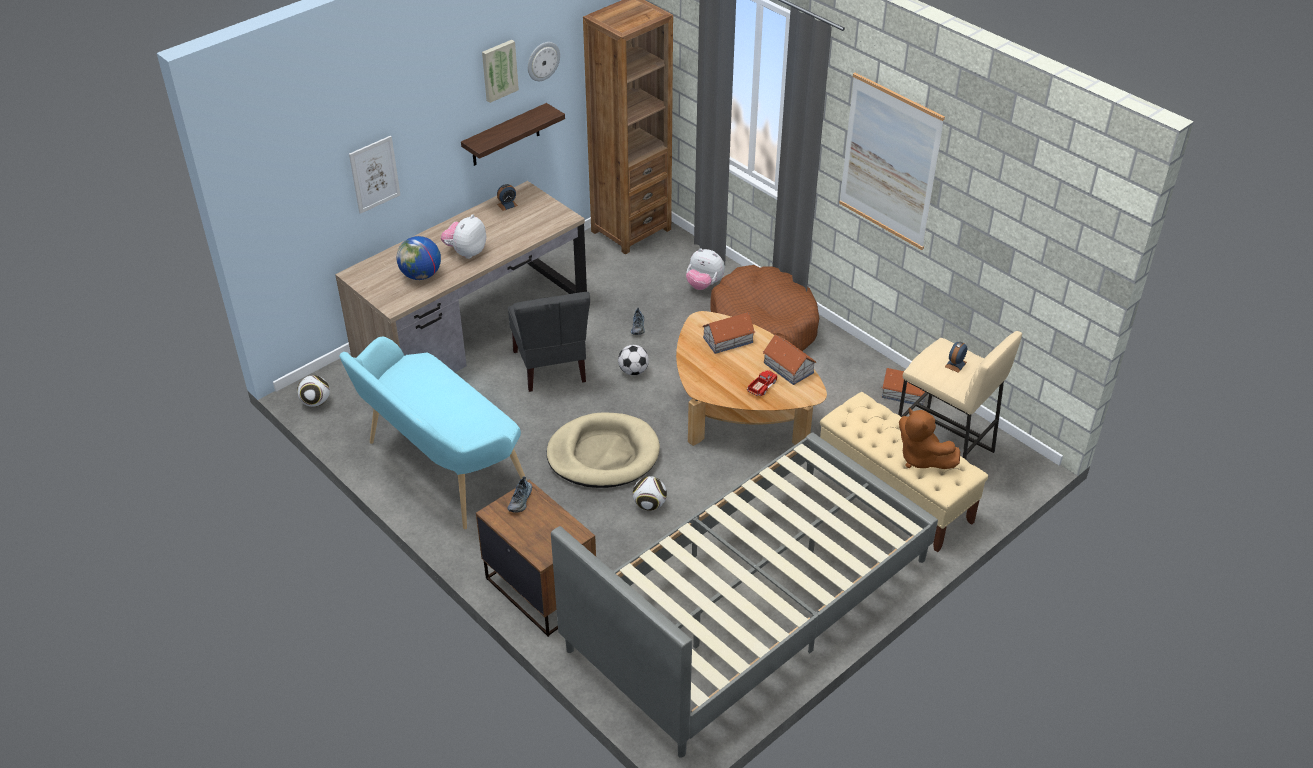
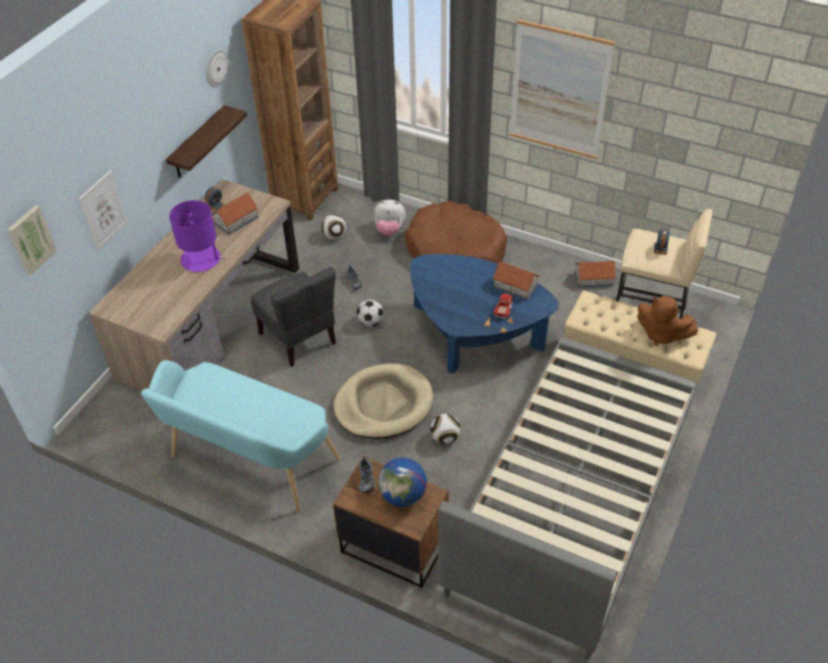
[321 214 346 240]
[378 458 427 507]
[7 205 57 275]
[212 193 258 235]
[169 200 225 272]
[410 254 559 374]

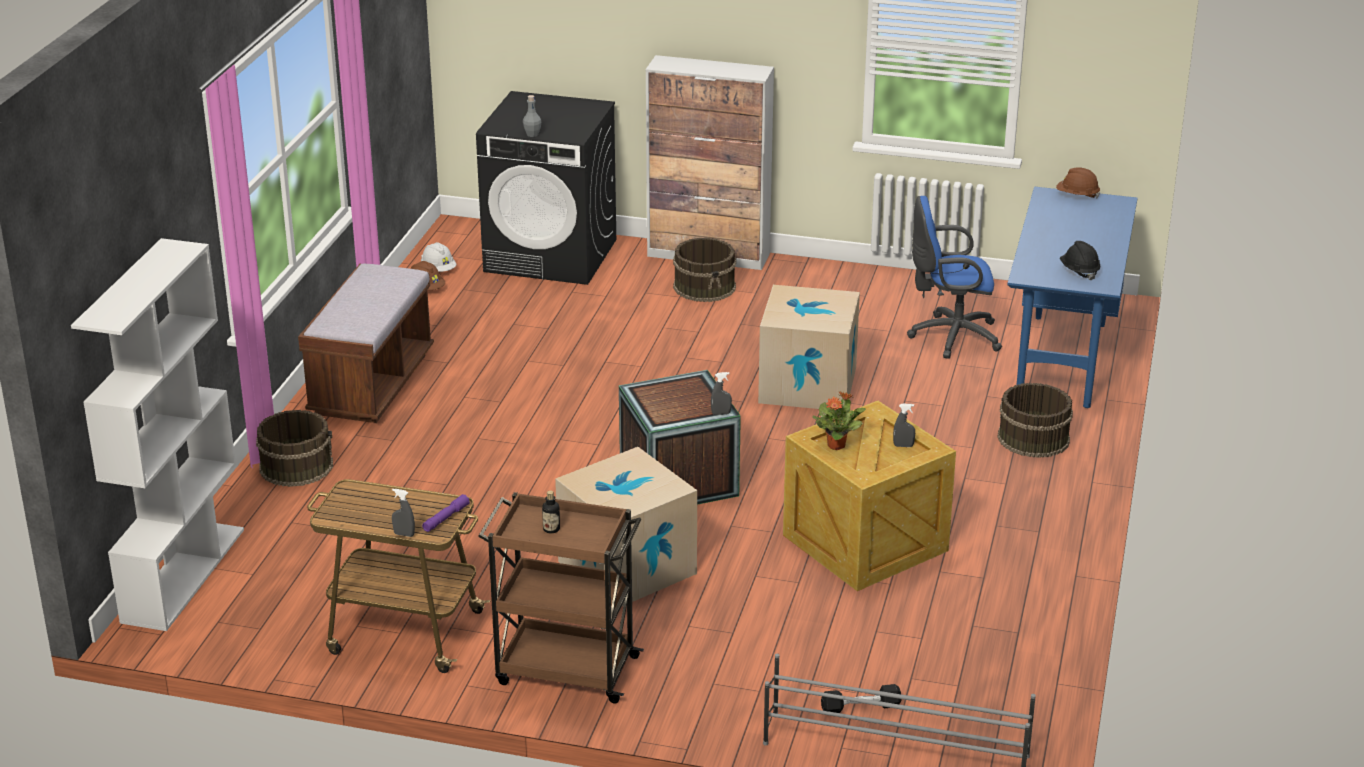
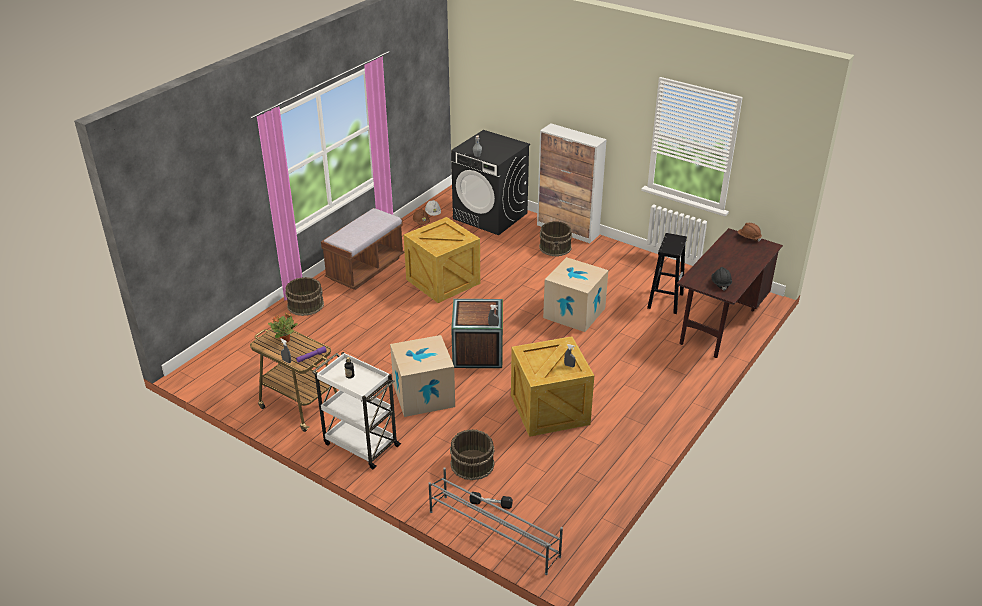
[71 238 244 631] (first image)
[404 217 480 303]
[268 312 298 343]
[450 429 495 480]
[647 233 687 314]
[312 352 401 469]
[677 228 783 358]

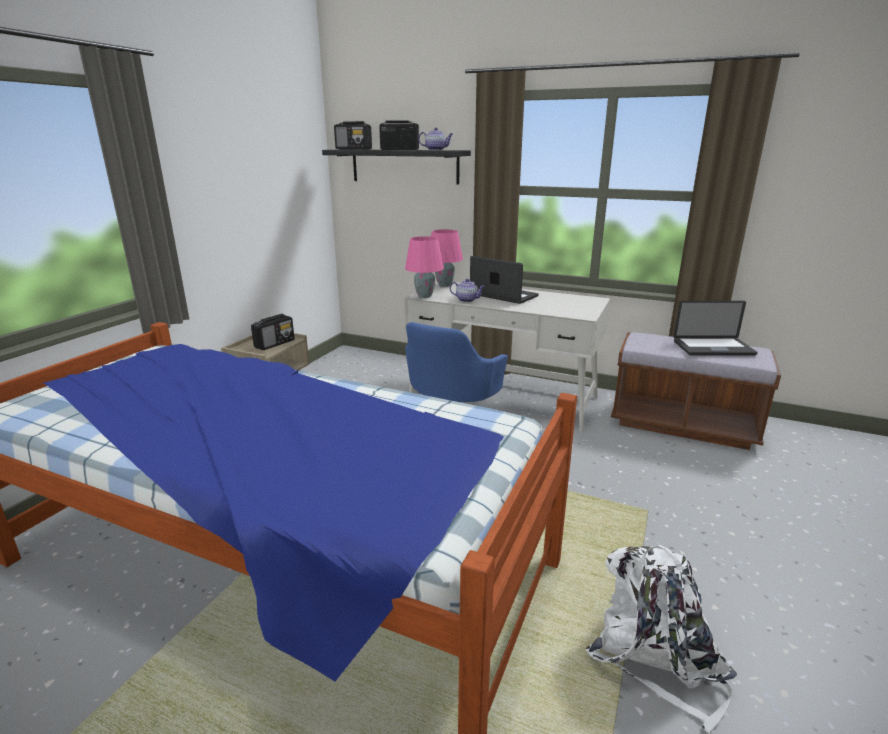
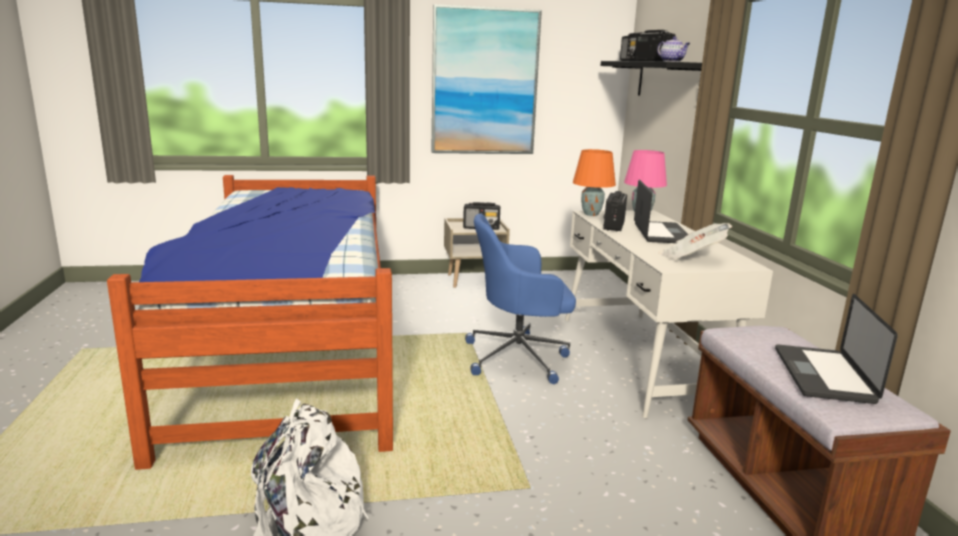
[431 4 542 154]
[659 223 733 259]
[603 191 627 231]
[573 149 616 216]
[775 293 898 404]

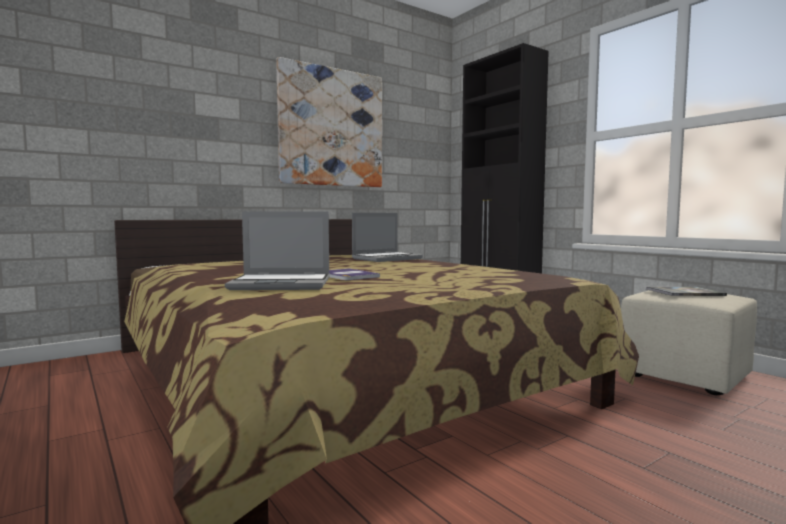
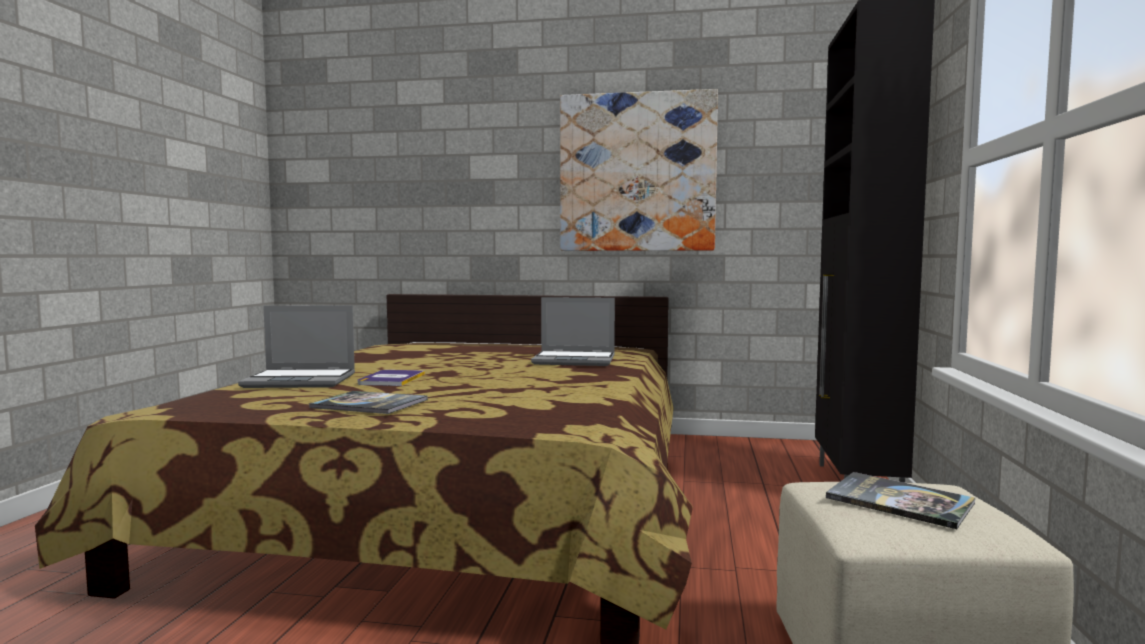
[309 391 428 414]
[238 305 355 388]

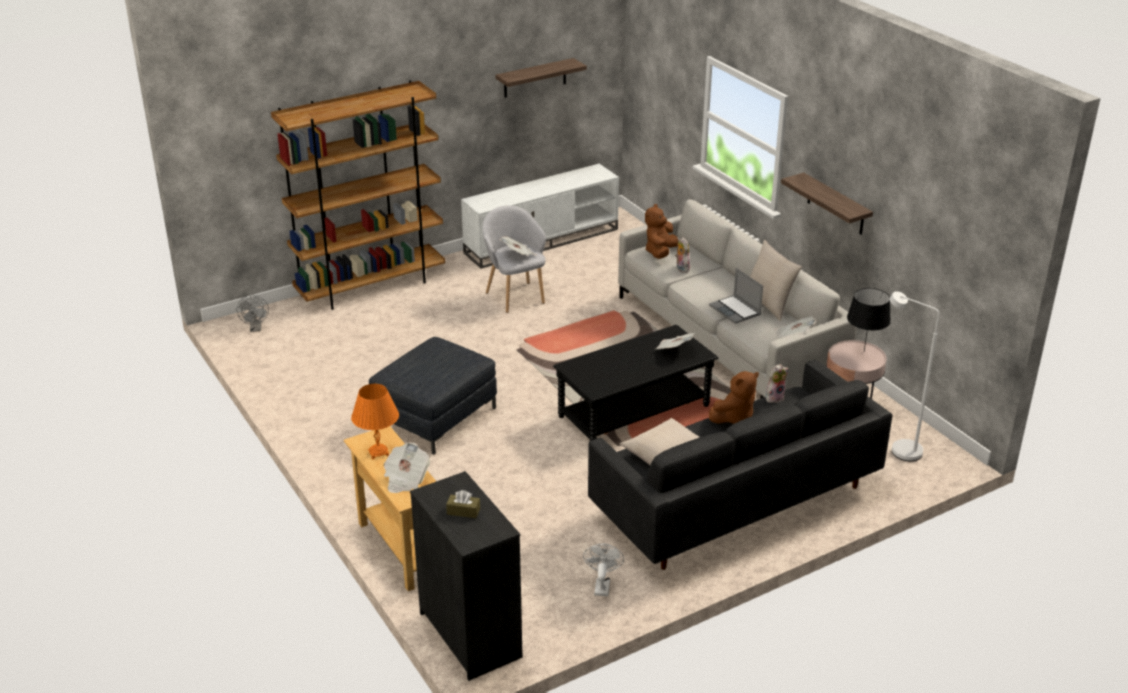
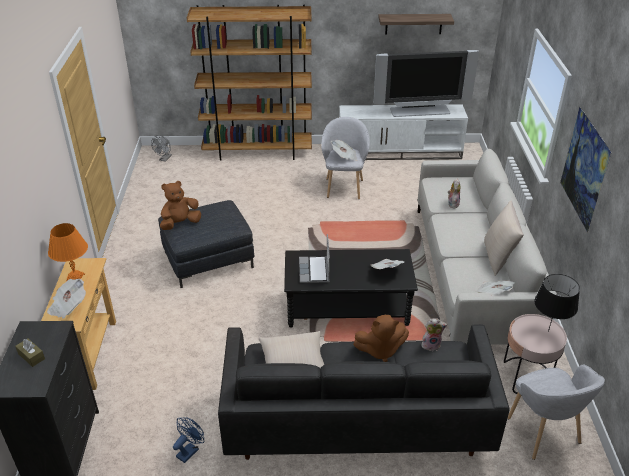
[373 50 479 117]
[160 181 201 230]
[299 234 330 283]
[560 106 612 233]
[508 365 605 460]
[173 417 204 463]

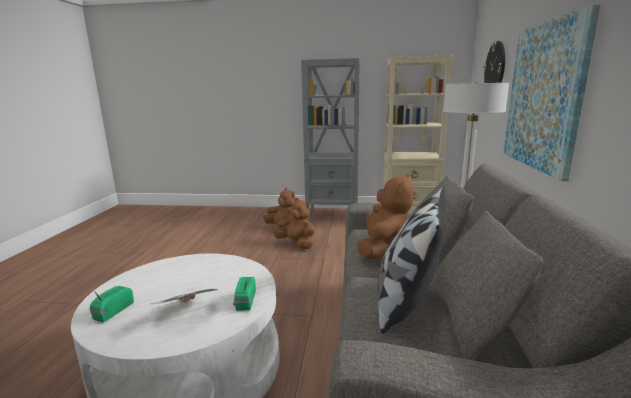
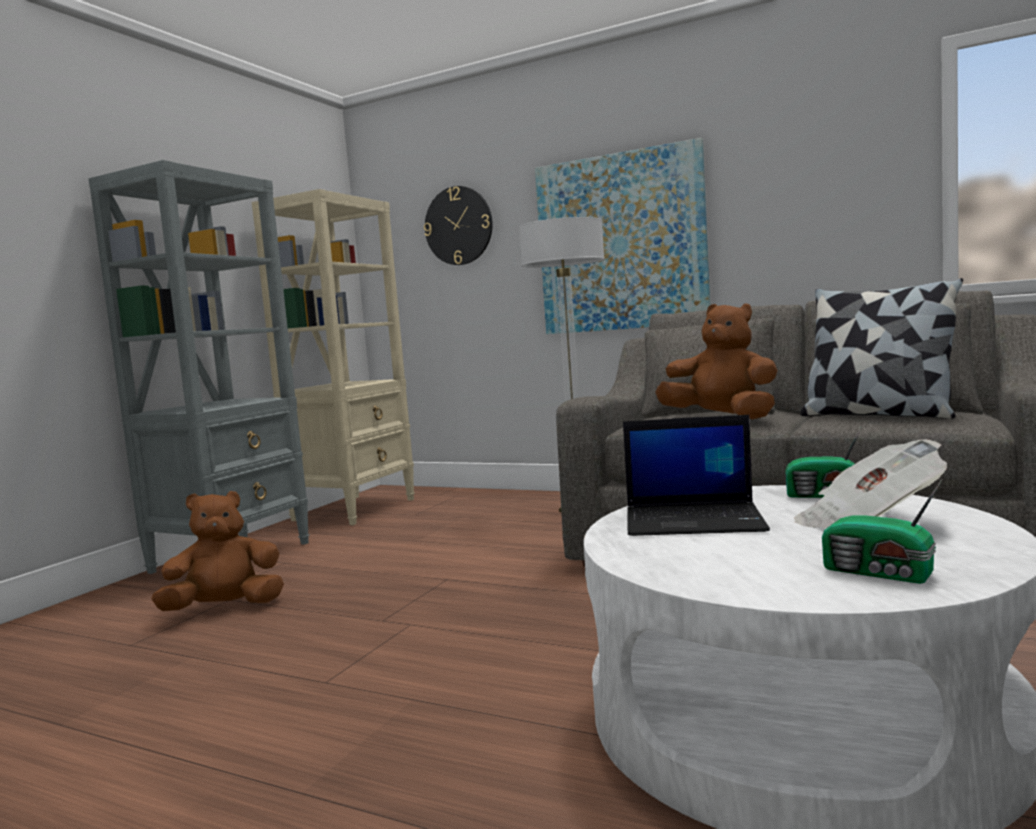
[273 198 315 249] (first image)
[623 415 770 536]

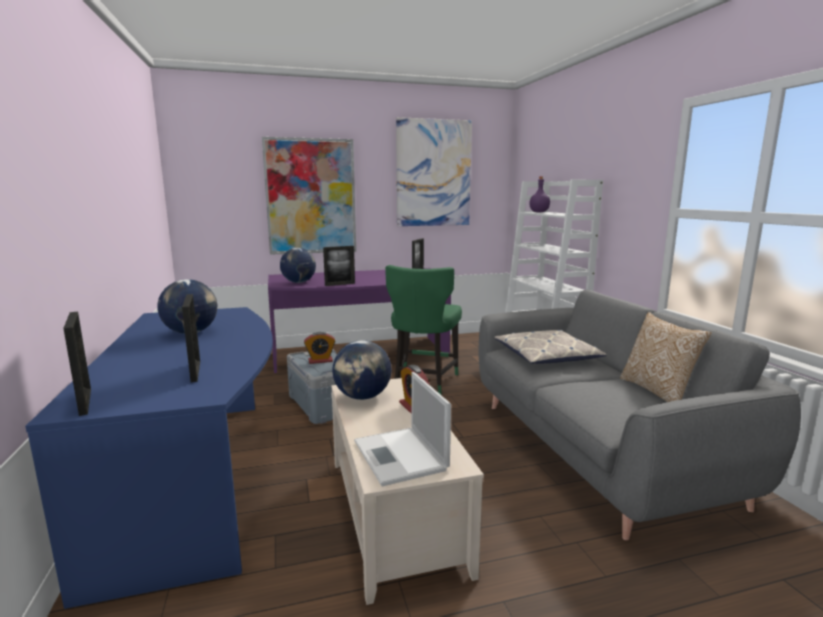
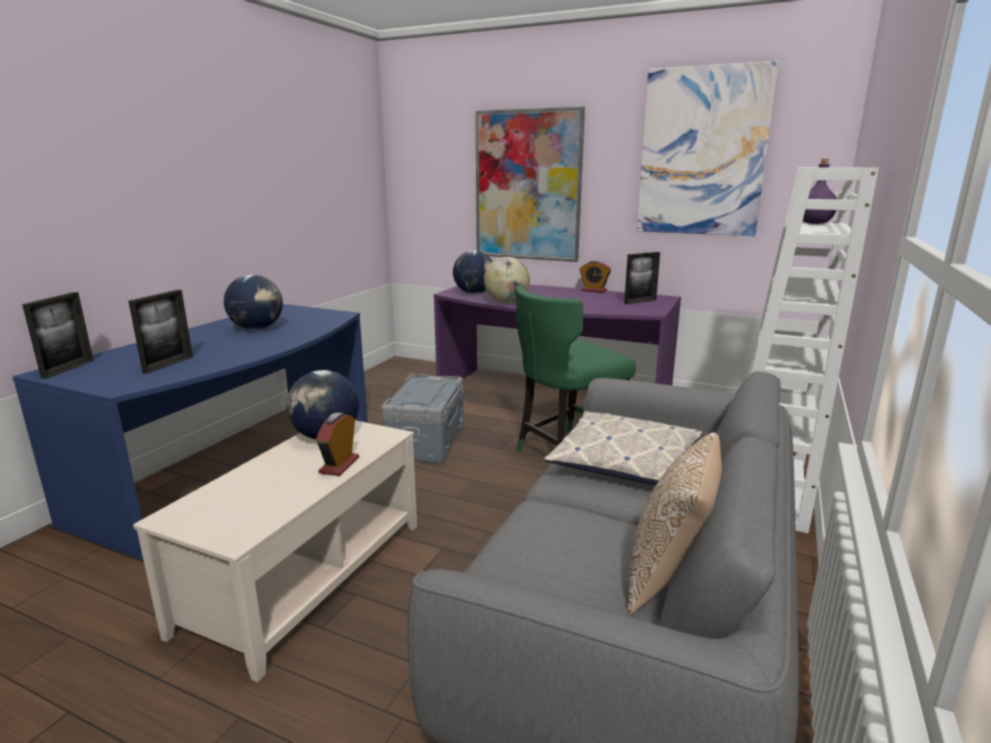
[354 372 451 486] (first image)
[580 261 611 293]
[484 257 530 303]

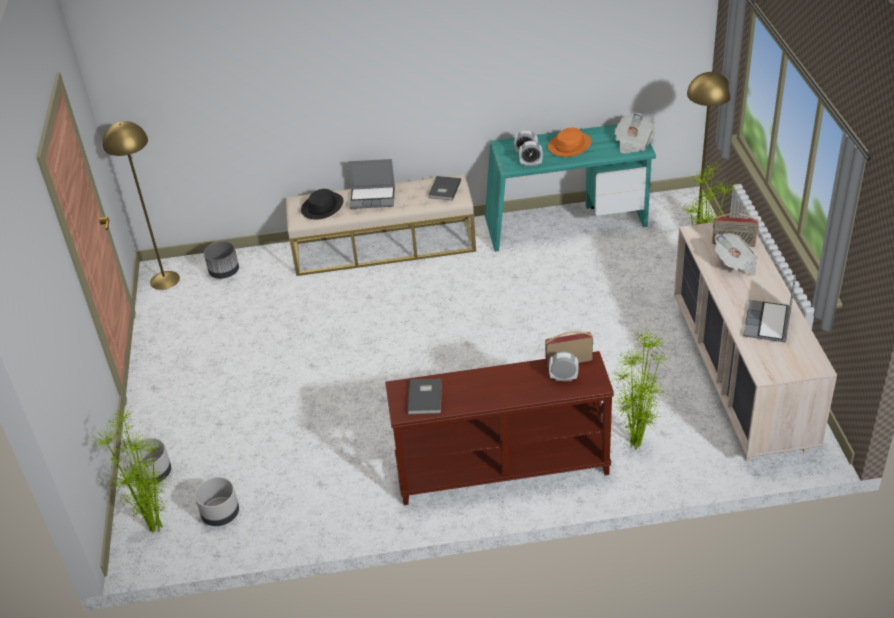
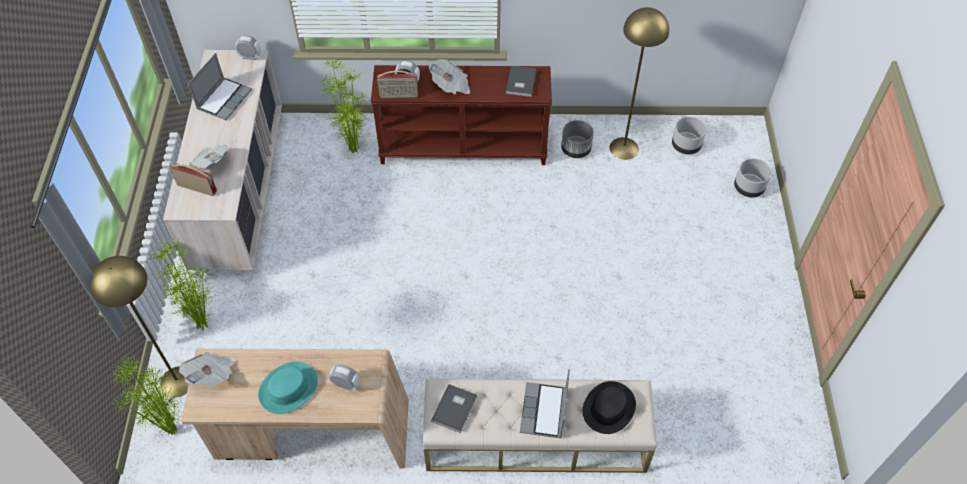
[429 59 470 94]
[112 354 183 436]
[610 7 669 160]
[561 120 594 158]
[235 35 261 60]
[181 348 409 468]
[258 362 318 414]
[520 369 570 438]

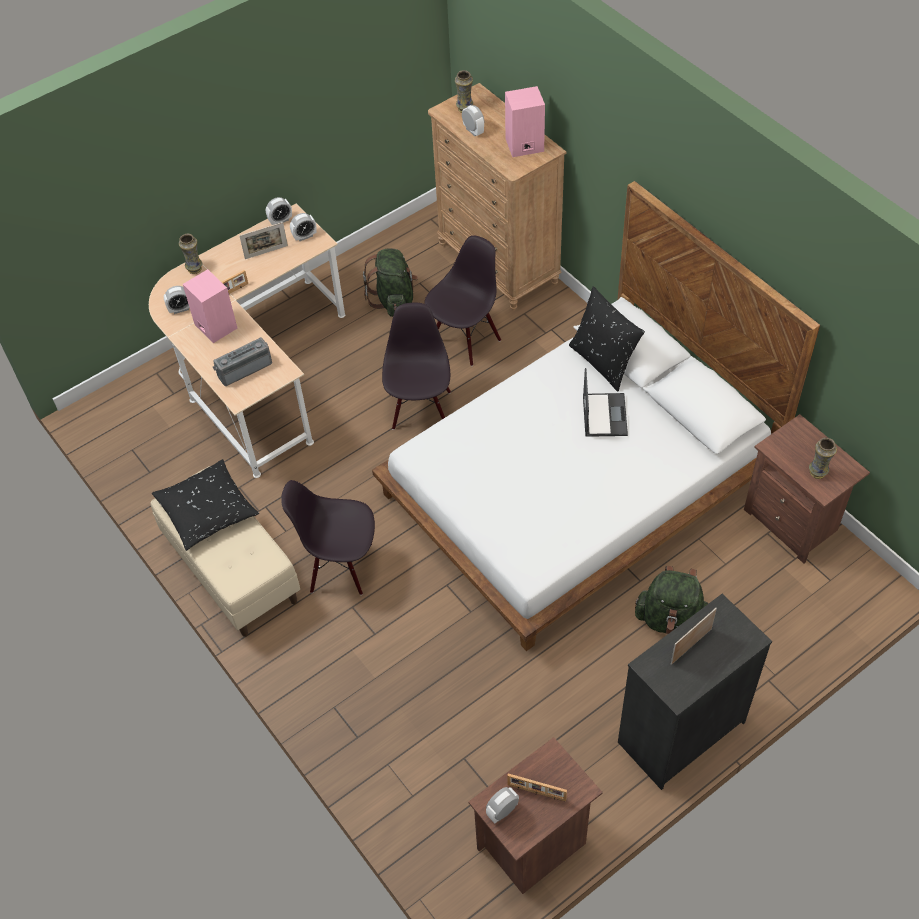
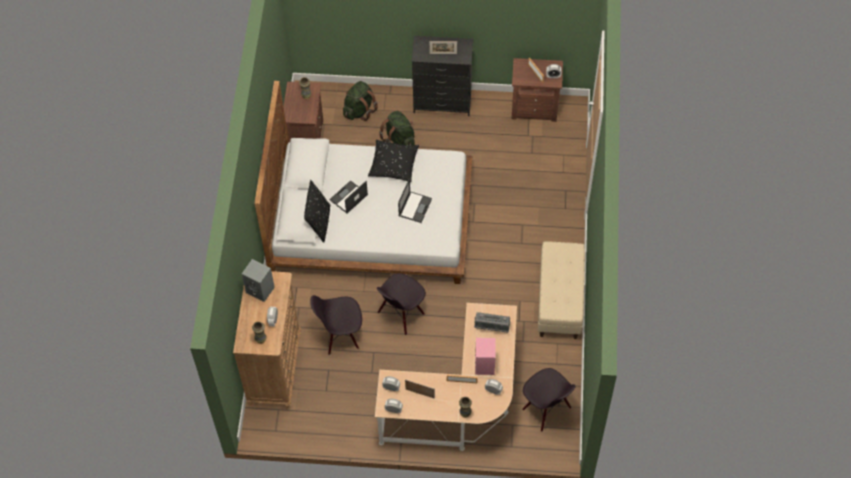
[398 178 432 223]
[368 140 419 182]
[522 368 576 432]
[343 81 378 121]
[242 259 275 302]

